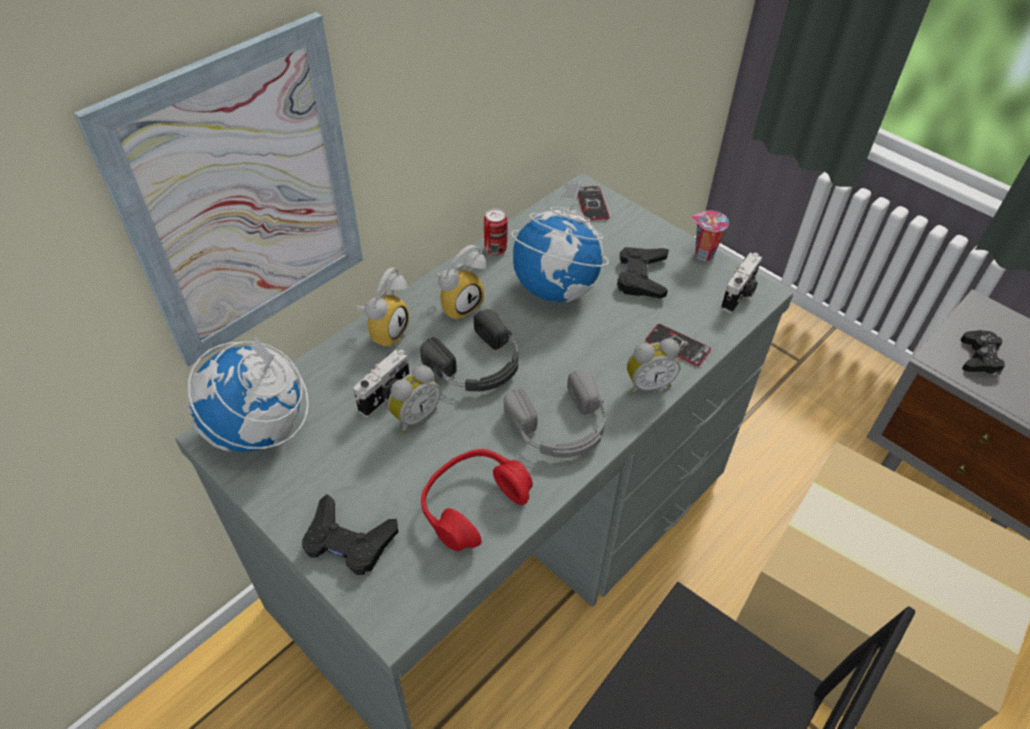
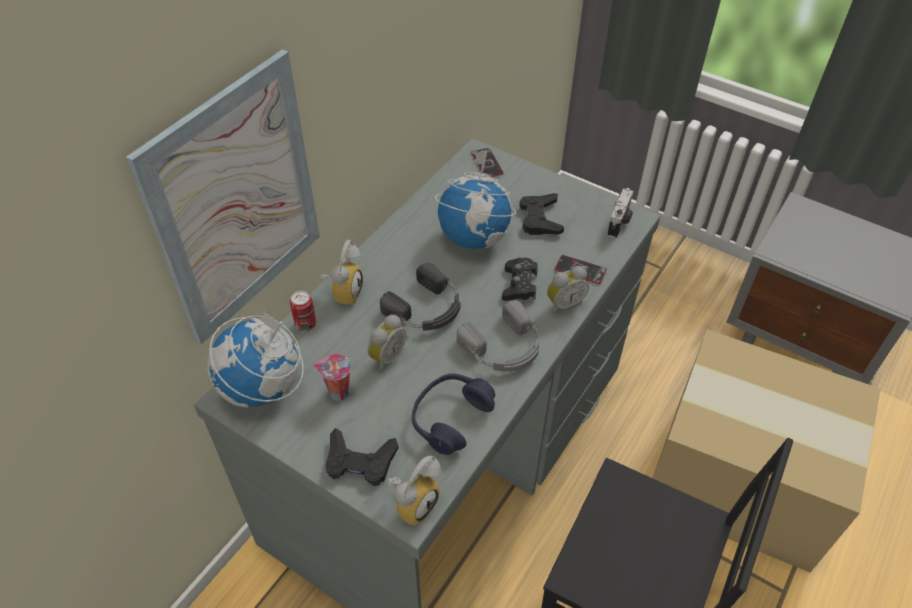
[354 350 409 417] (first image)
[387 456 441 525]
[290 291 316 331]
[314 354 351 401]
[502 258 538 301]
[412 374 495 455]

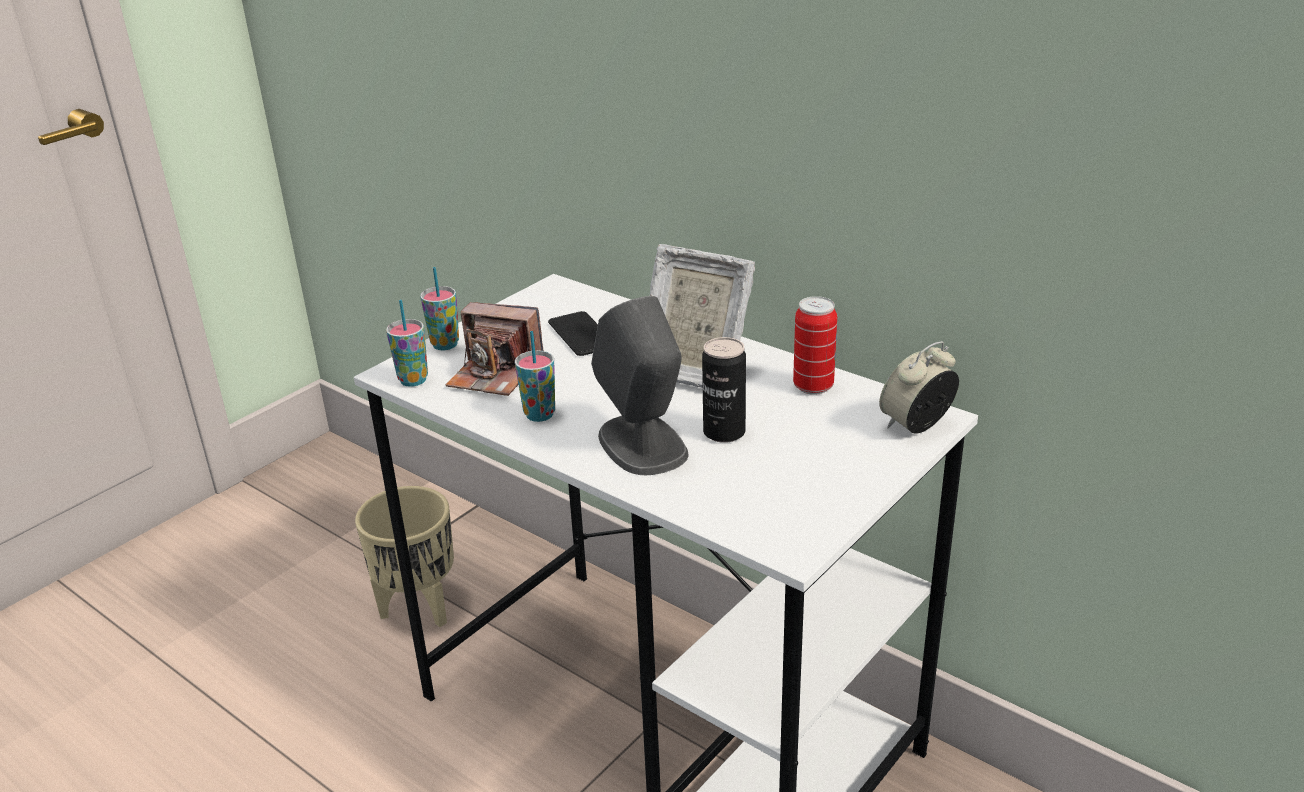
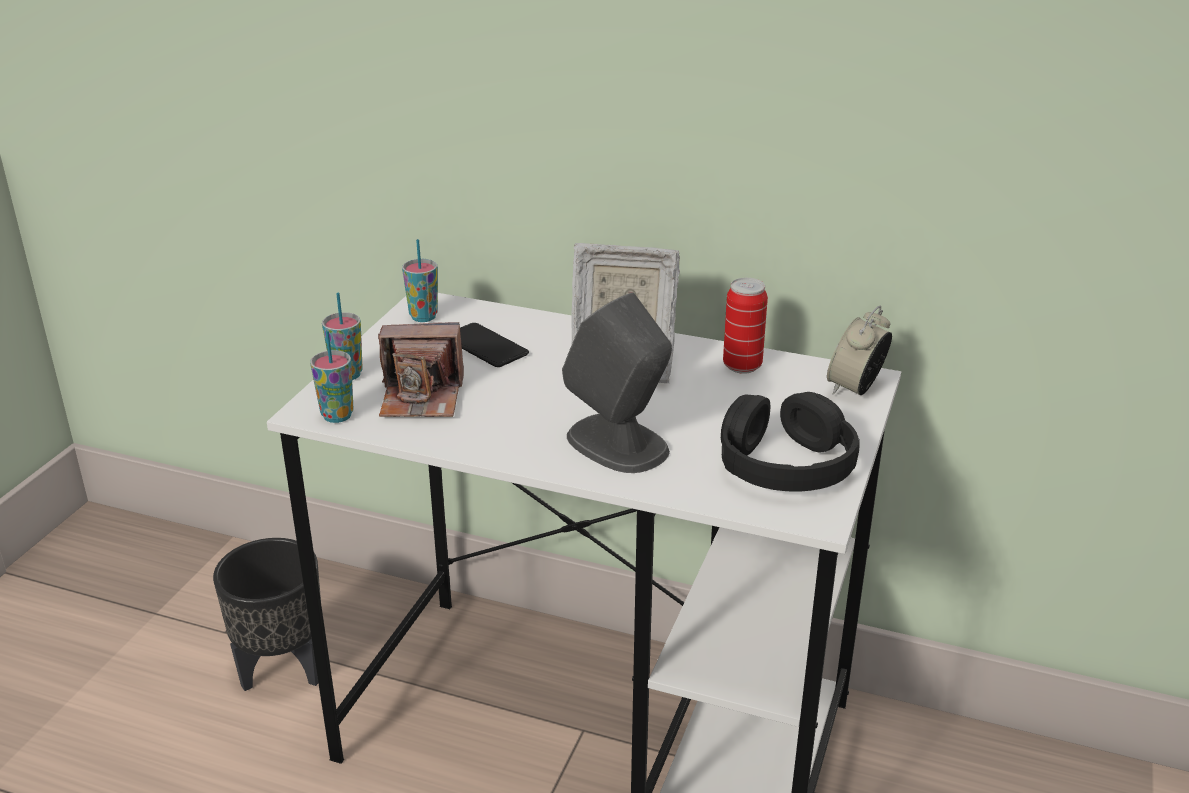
[702 337 746 443] (first image)
[721 392 860 492]
[402 239 438 322]
[213 538 321 691]

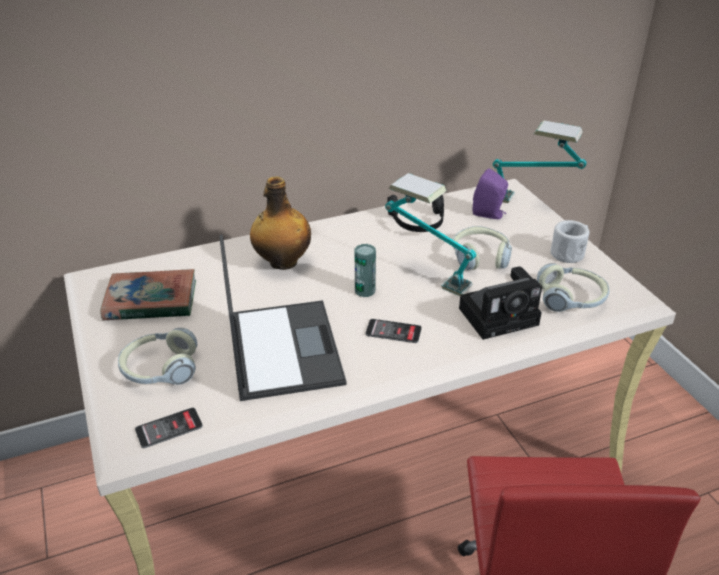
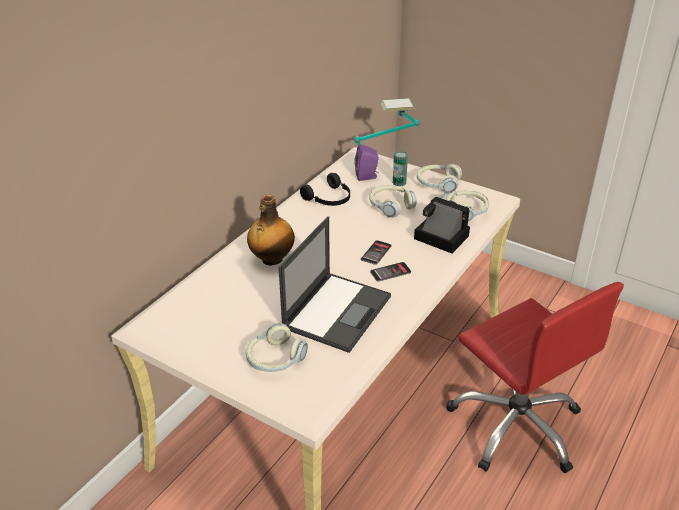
[100 269 196 320] (first image)
[385 173 476 296] (first image)
[361 240 391 265]
[393 151 408 186]
[417 164 462 193]
[279 216 391 353]
[414 197 470 253]

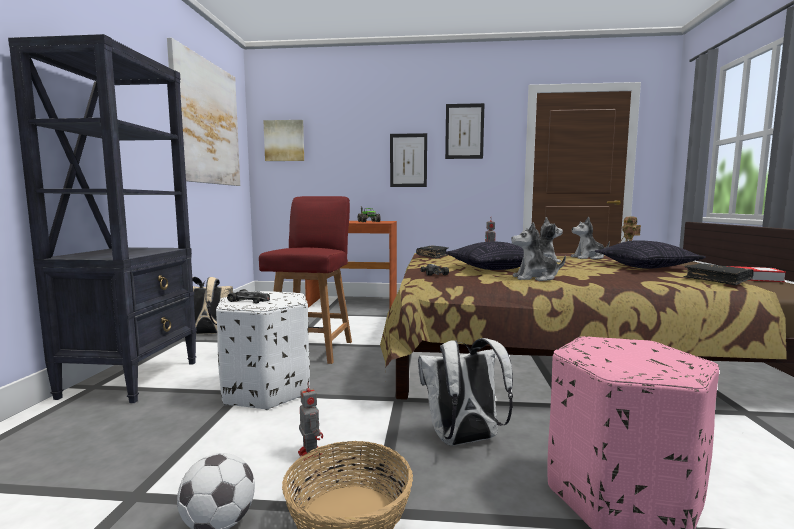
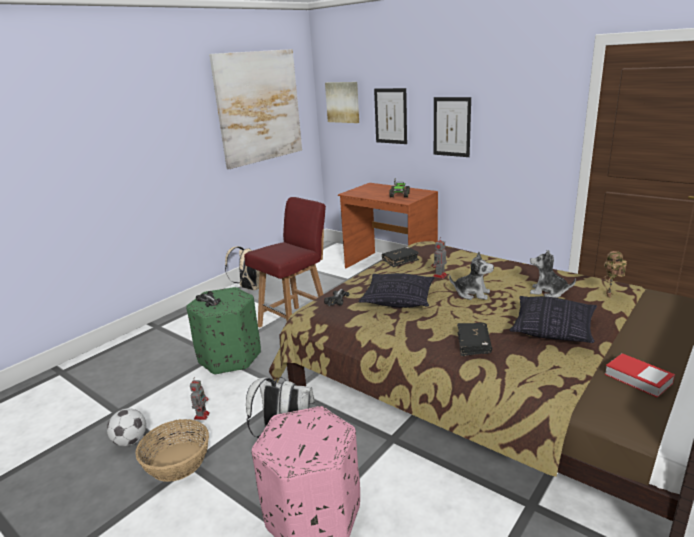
[8 34 197 403] (first image)
[511 222 566 281] (first image)
[374 88 407 144]
[457 323 492 356]
[186 287 261 375]

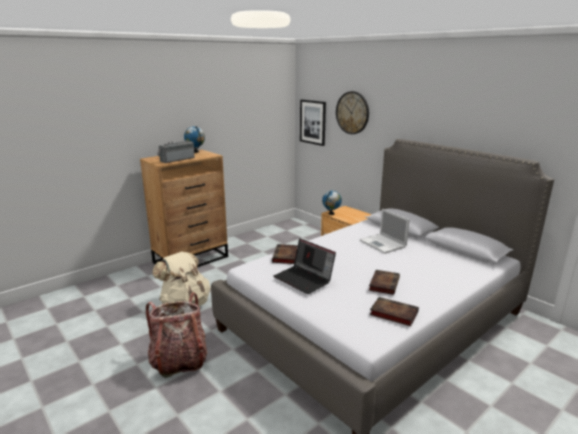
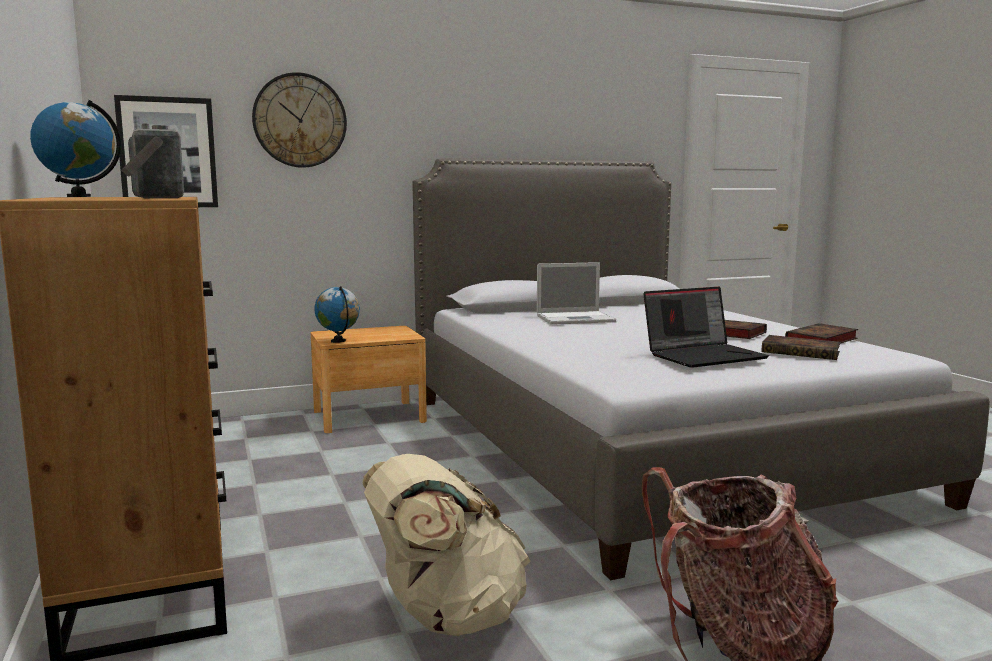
[761 335 841 360]

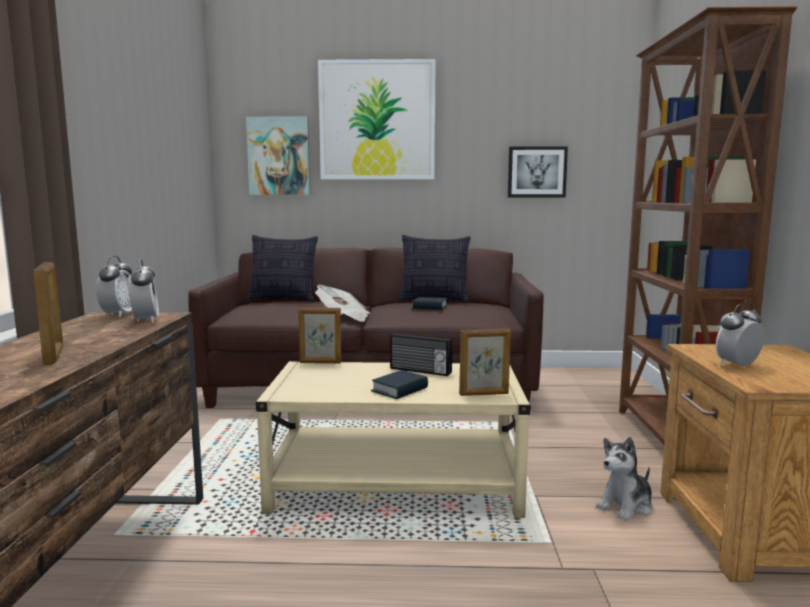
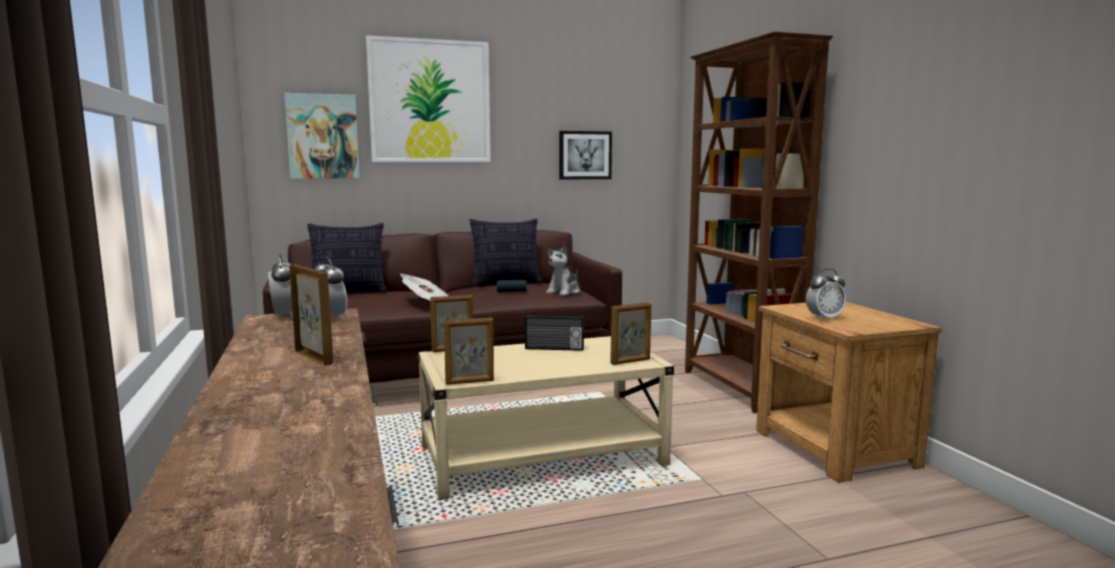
[371 370 428 399] (first image)
[444 317 494 385]
[546 244 580 296]
[806 269 846 320]

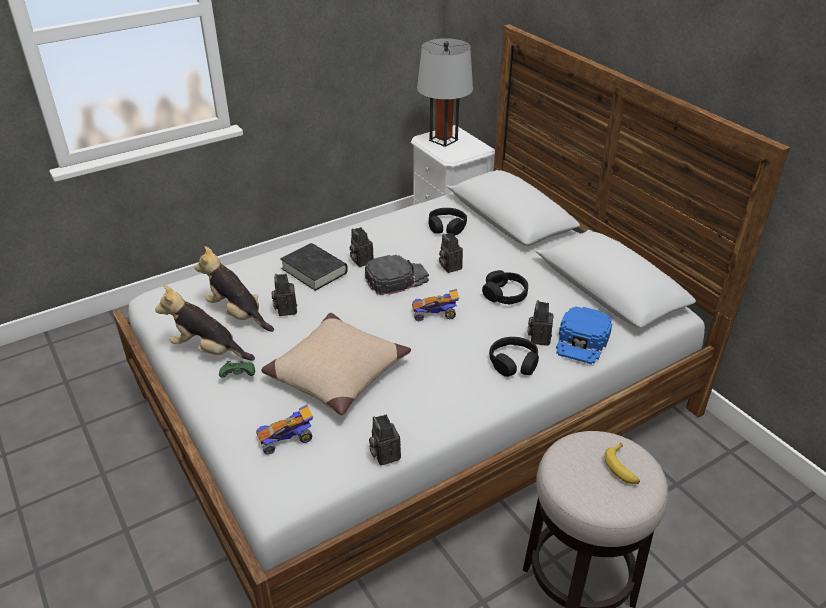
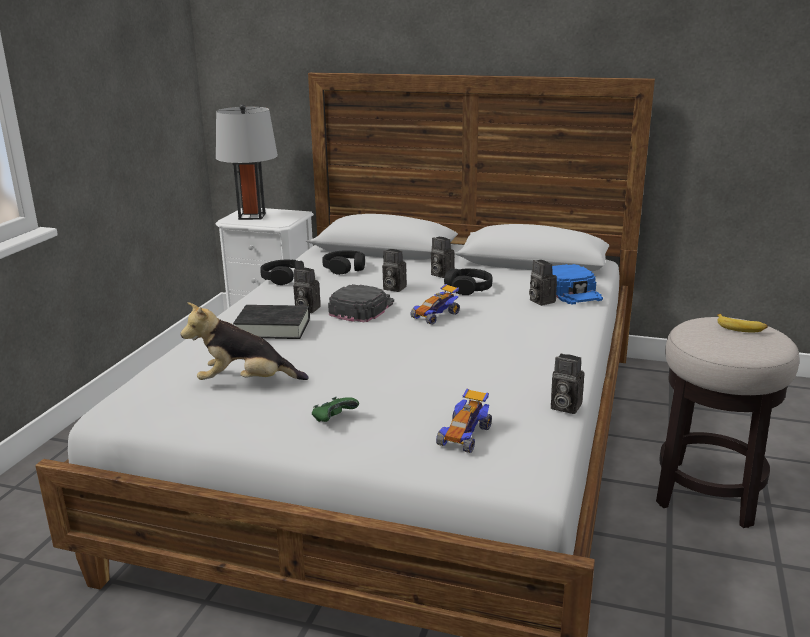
[155 285 255 361] (first image)
[261 313 411 416] (first image)
[431 237 455 278]
[261 260 304 285]

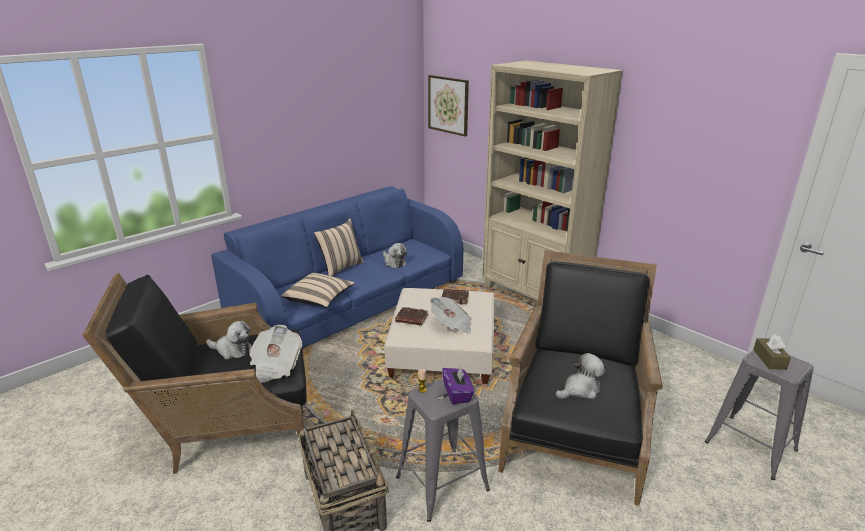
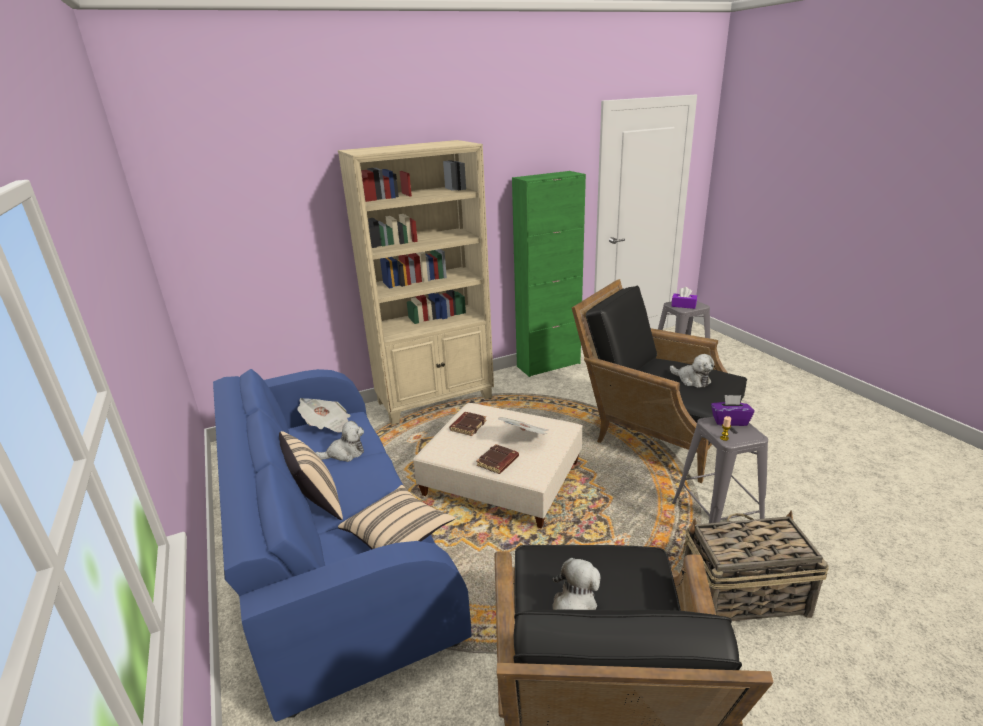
[428 75 469 137] (first image)
[512 171 586 377]
[297 398 350 433]
[671 287 697 309]
[670 354 714 388]

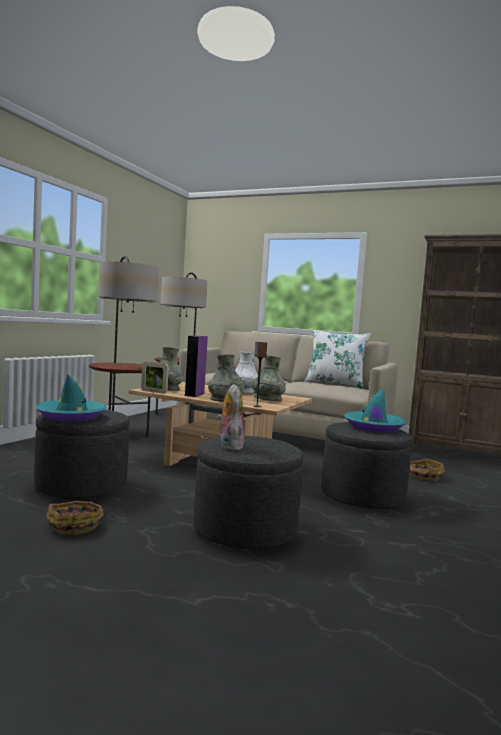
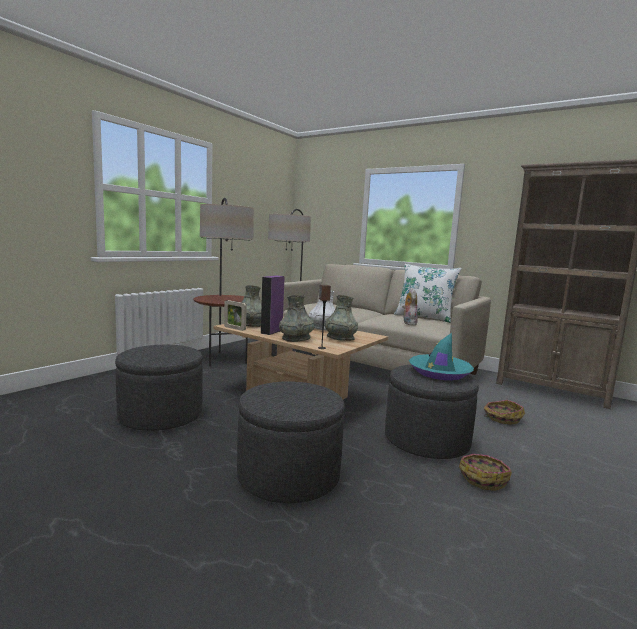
[36 374 107 422] (first image)
[459 454 512 491]
[402 288 418 325]

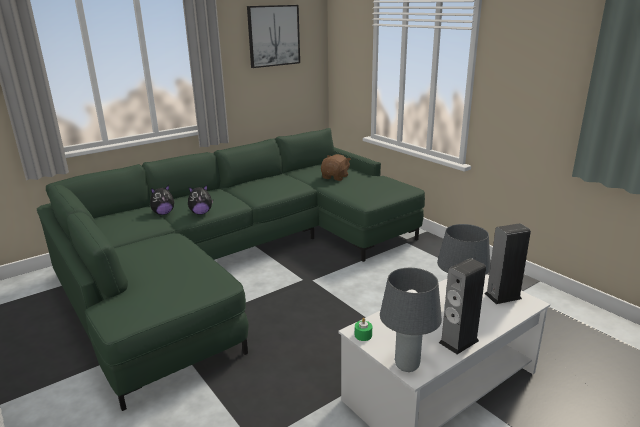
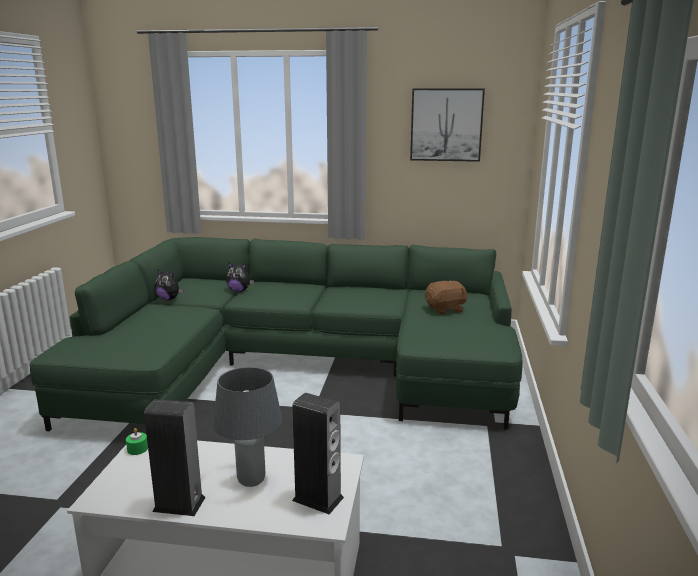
[380 268 442 372] (first image)
[155 269 183 300]

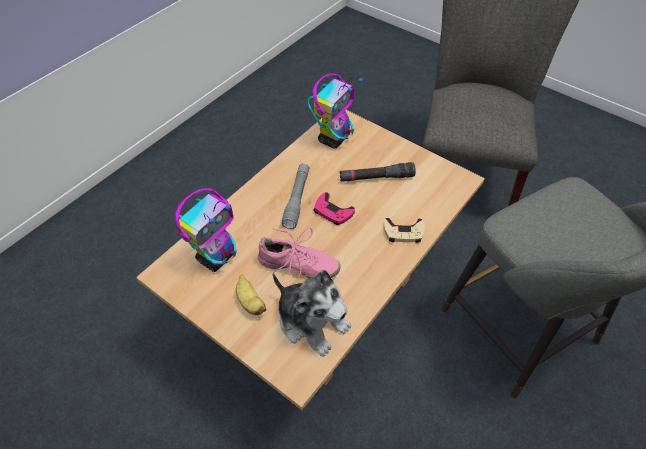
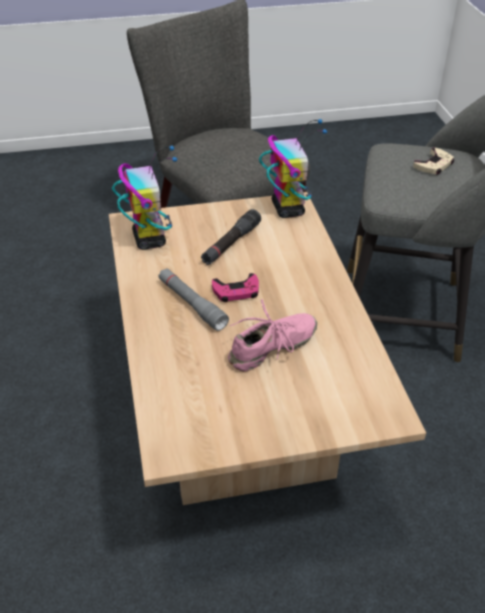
[236 274 266 315] (first image)
[273 270 351 357] (first image)
[259 119 327 218]
[413 148 454 175]

